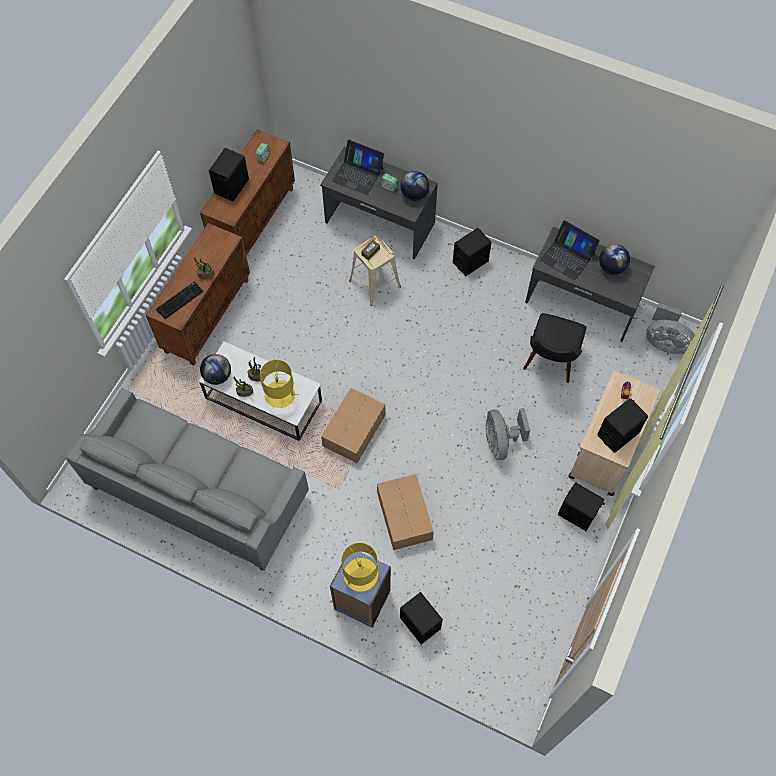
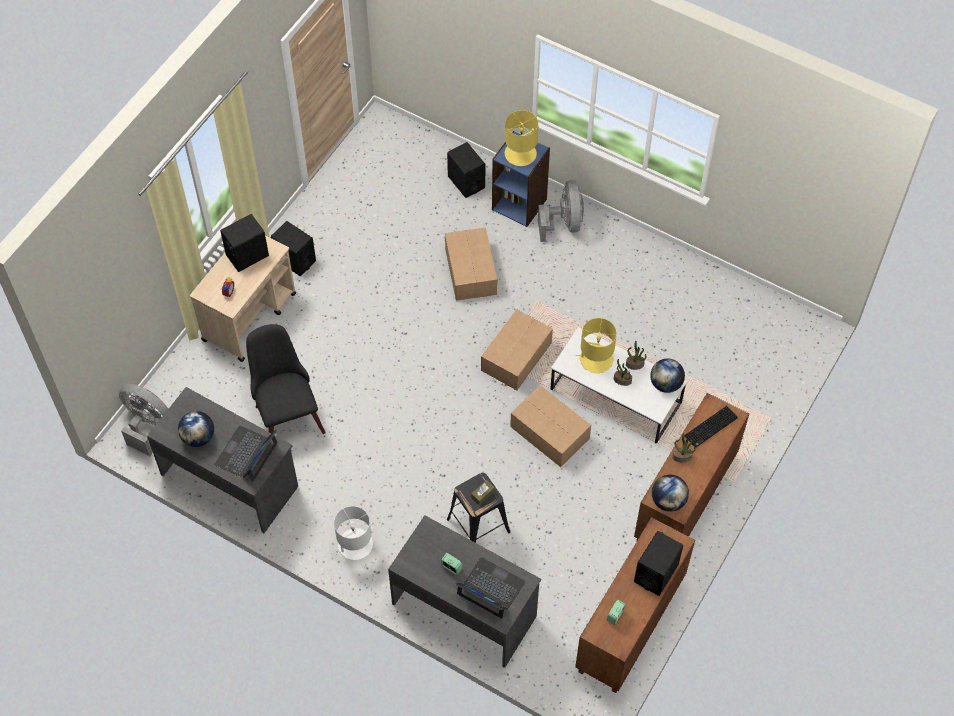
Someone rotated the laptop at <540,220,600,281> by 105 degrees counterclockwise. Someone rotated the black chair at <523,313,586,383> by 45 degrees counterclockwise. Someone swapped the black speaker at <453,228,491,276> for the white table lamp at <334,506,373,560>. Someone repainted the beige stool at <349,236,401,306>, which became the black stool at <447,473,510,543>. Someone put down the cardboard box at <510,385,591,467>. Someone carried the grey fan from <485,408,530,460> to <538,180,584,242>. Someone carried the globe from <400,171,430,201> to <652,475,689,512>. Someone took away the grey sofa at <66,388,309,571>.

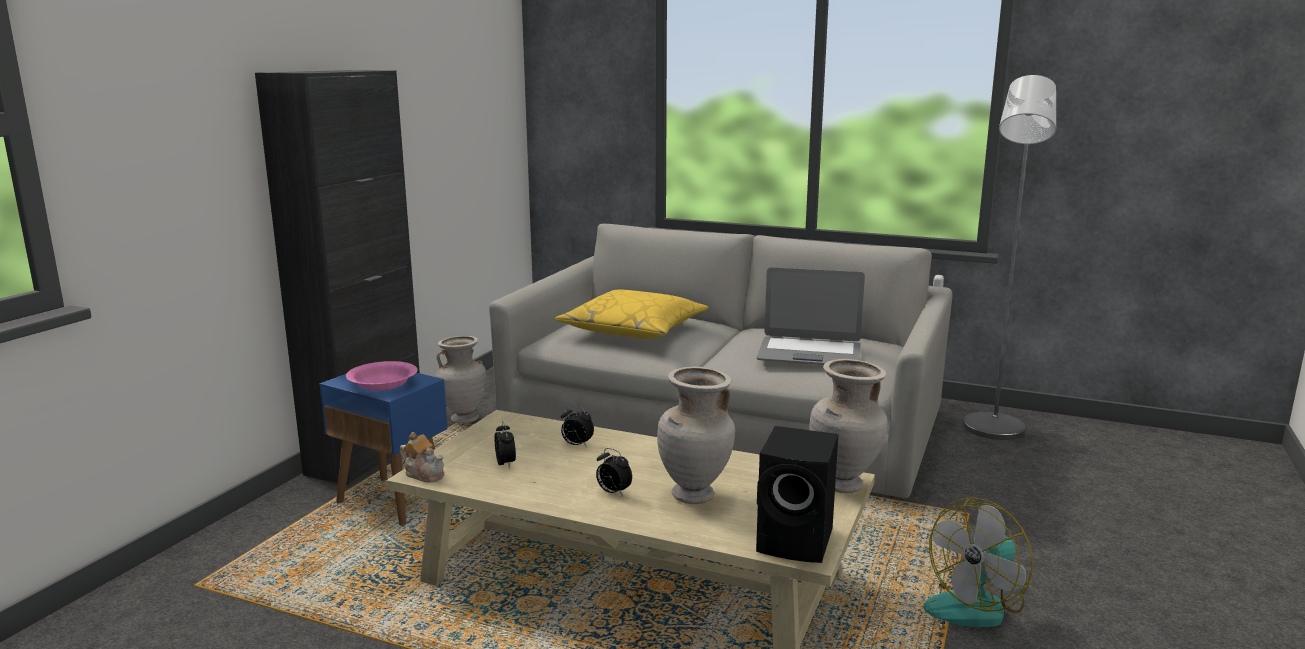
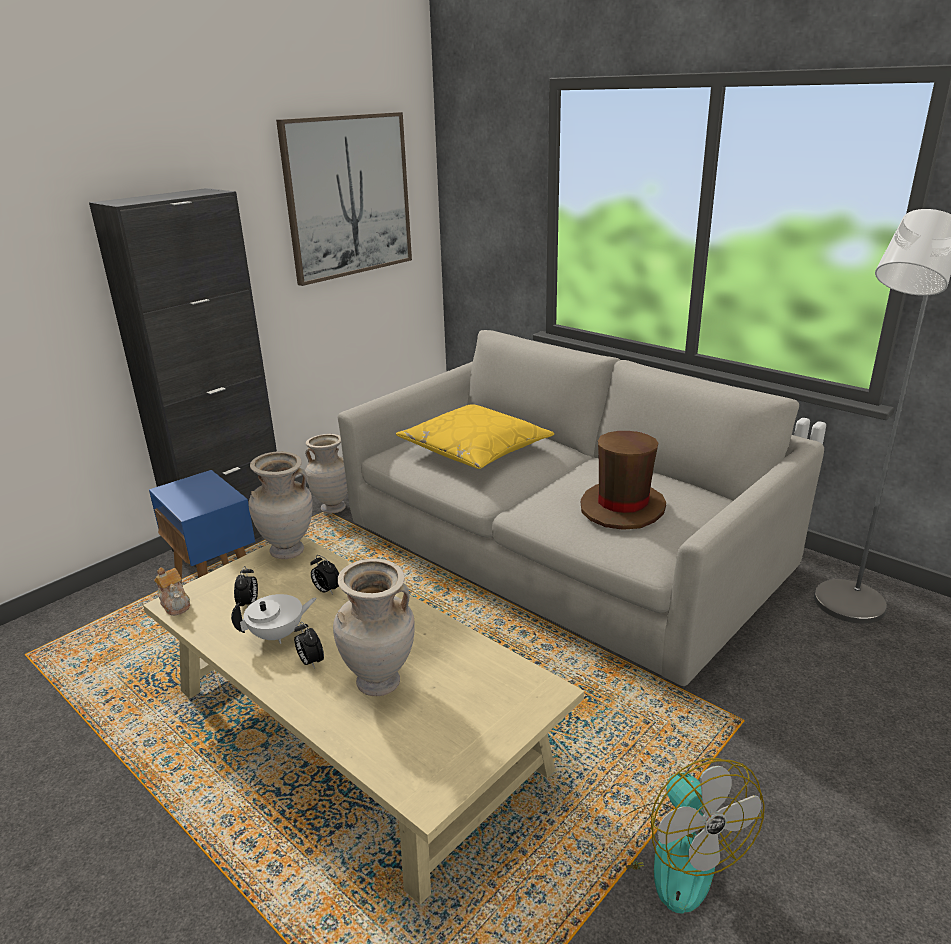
Someone put down the white teapot at <231,594,317,644>. Someone carried the beige vase from <809,359,888,493> to <249,451,313,559>. Someone put up the picture at <276,112,412,286>. Someone swapped the laptop at <757,267,865,365> for the brown hat at <581,431,666,530>. Someone rotated the fan at <923,497,1033,627> by 90 degrees counterclockwise. Someone took away the pink bowl at <346,361,417,391>. Someone took away the black speaker at <756,426,838,563>.

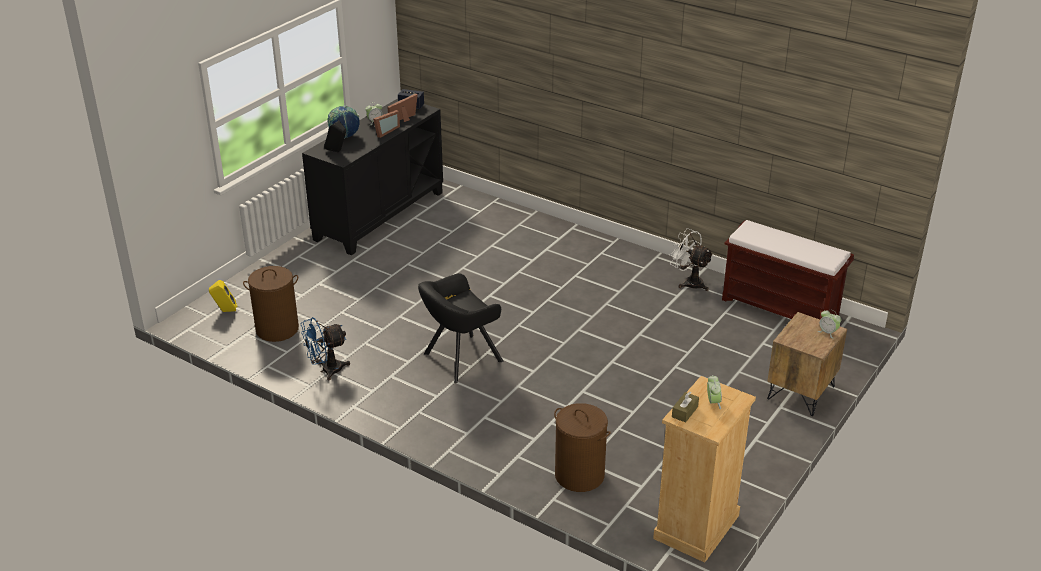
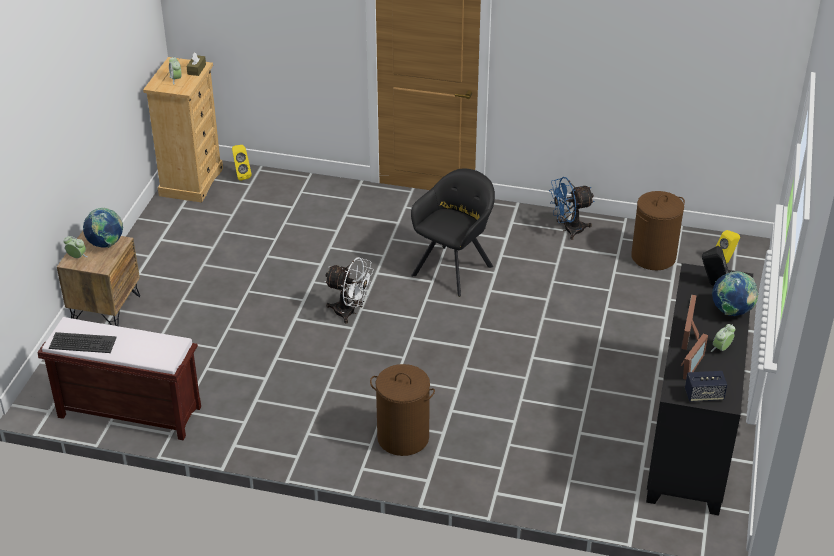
Someone put down the keyboard at <49,332,117,353>. Someone put down the globe at <83,208,123,248>. Someone put down the yellow speaker at <232,145,252,181>. Someone carried the white fan from <670,228,714,291> to <324,257,374,324>. Someone carried the brown laundry basket from <554,403,611,492> to <370,364,435,456>. Someone rotated the blue fan at <301,317,350,380> by 150 degrees counterclockwise.

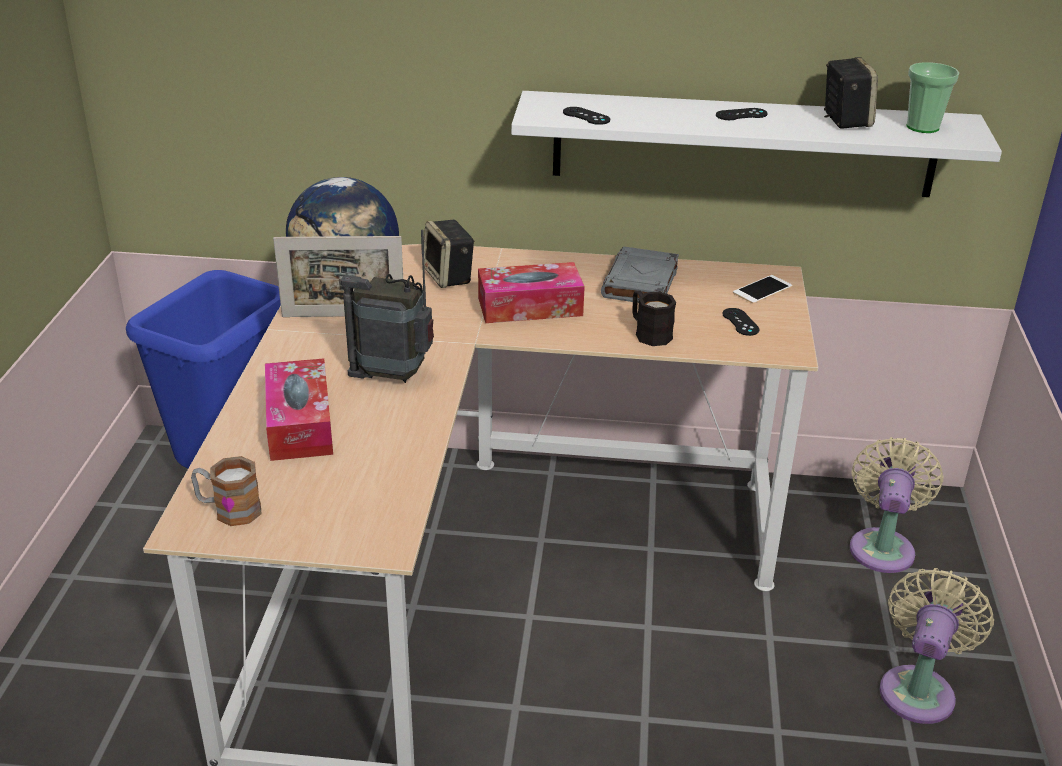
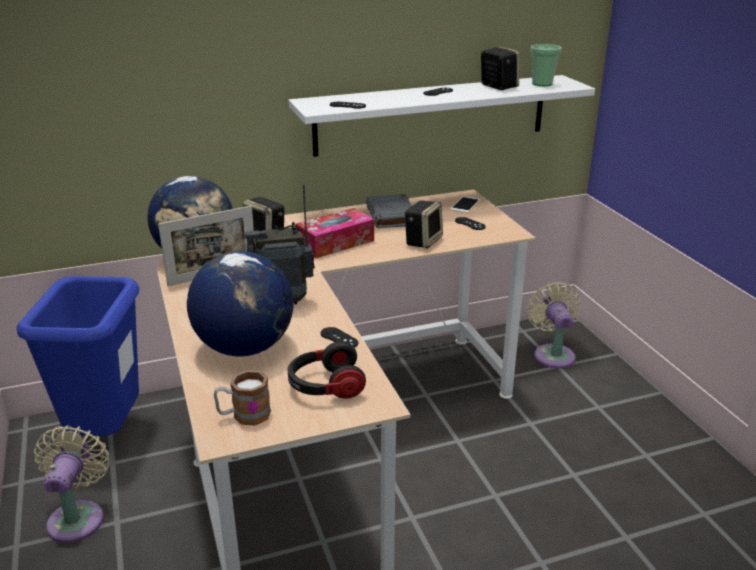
Someone carried the beige fan from <880,568,994,724> to <34,425,110,543>. Someone swapped the tissue box at <265,358,333,461> for the globe at <187,251,293,356>. Someone put down the headphones at <288,341,366,399>. Someone put down the black game controller at <320,327,358,348>. Someone swapped the black mug at <632,290,676,346> for the speaker at <404,200,443,249>.

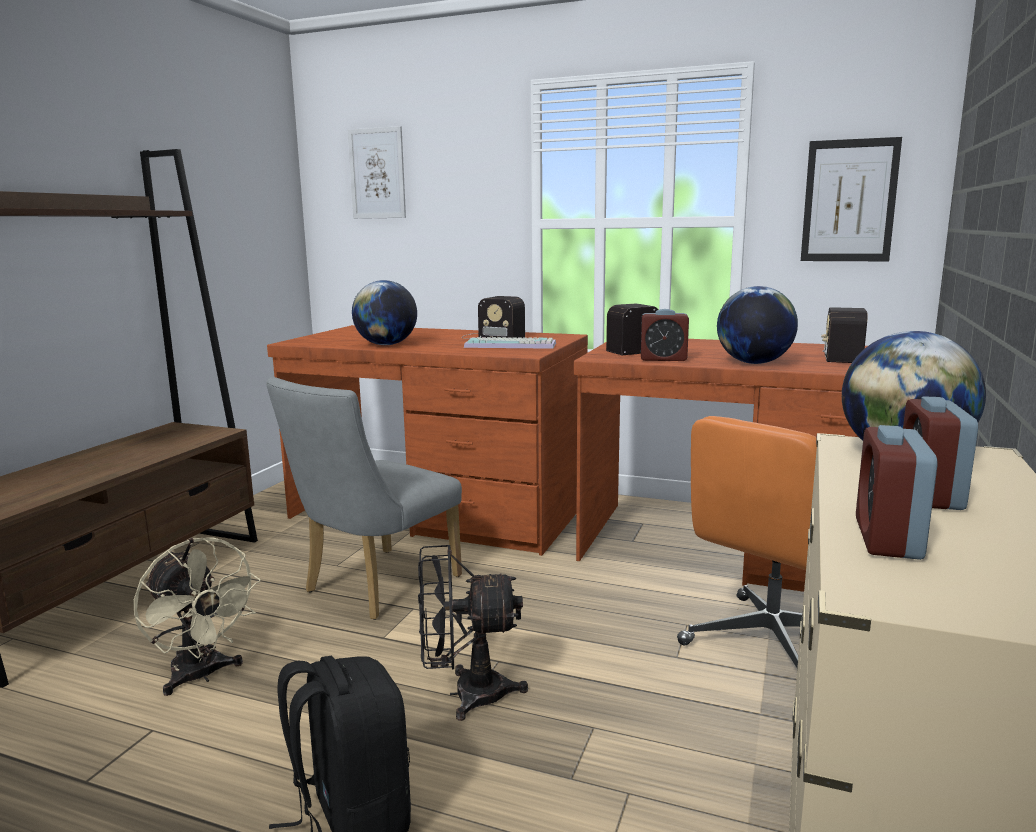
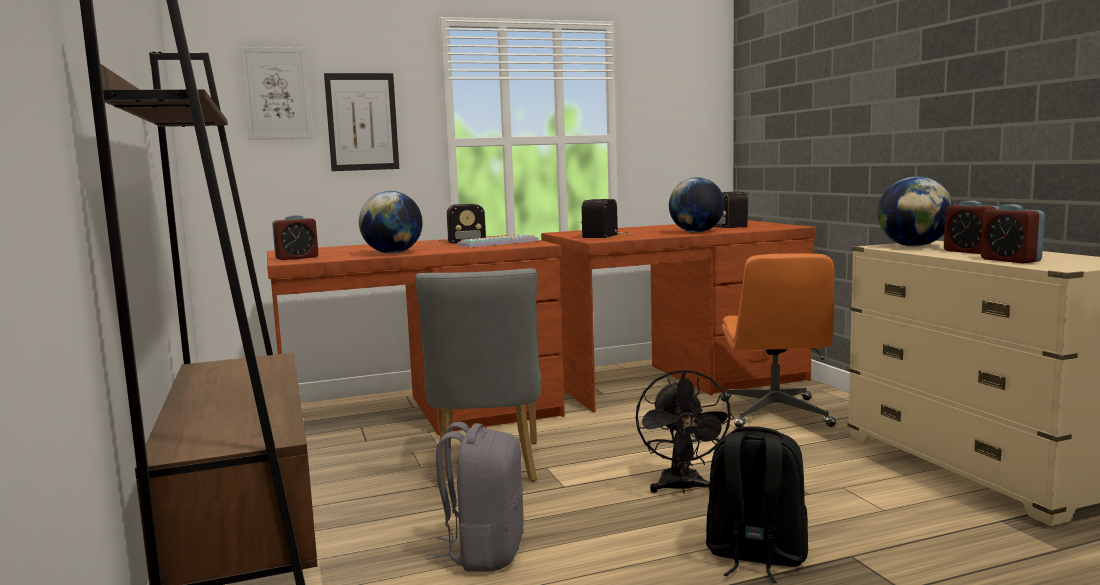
Someone carried the alarm clock from <641,309,689,361> to <272,215,318,260>. Someone carried the picture from <801,137,902,261> to <324,73,399,171>. Someone swapped the beige fan at <134,537,261,696> for the grey backpack at <427,422,524,572>. Someone rotated the black fan at <418,545,528,721> by 45 degrees counterclockwise.

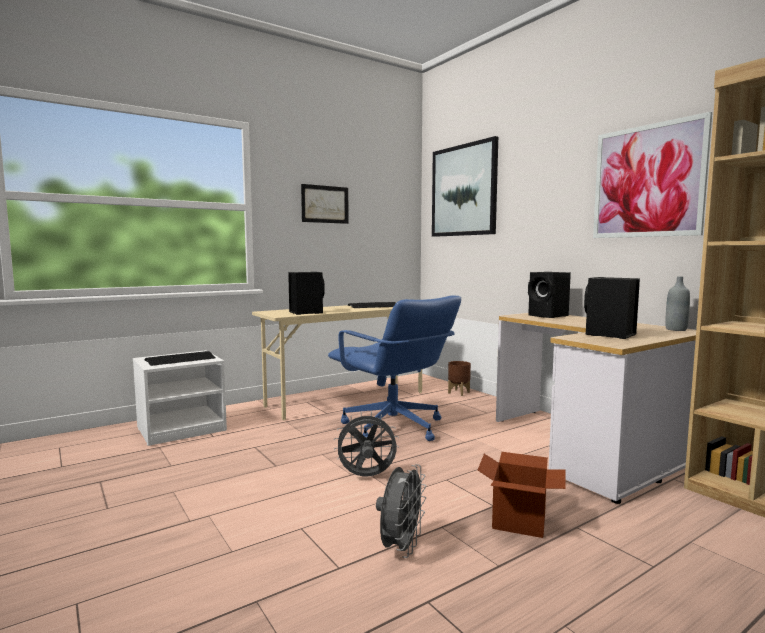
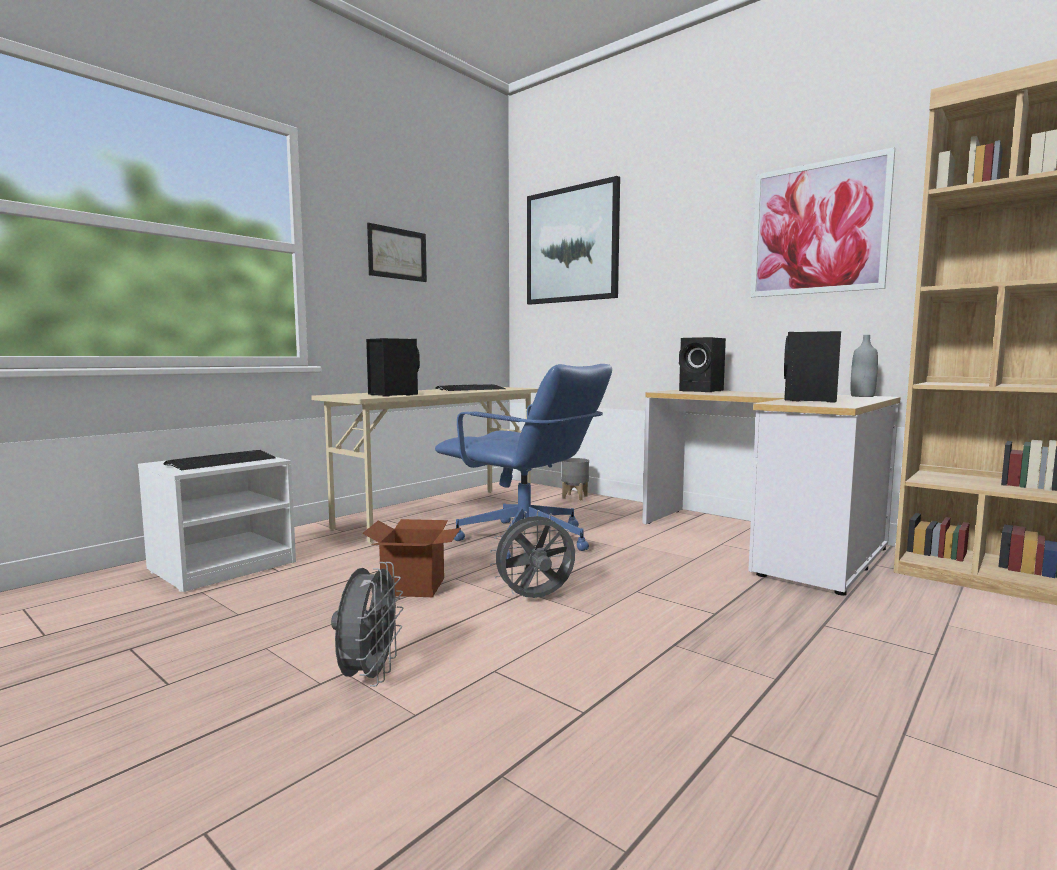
Someone carried the grey fan from <376,464,426,558> to <331,562,403,687>. Someone carried the cardboard box from <478,452,566,538> to <362,519,461,597>. Someone repainted the brown planter at <448,361,471,396>, which became the grey planter at <561,458,589,500>.

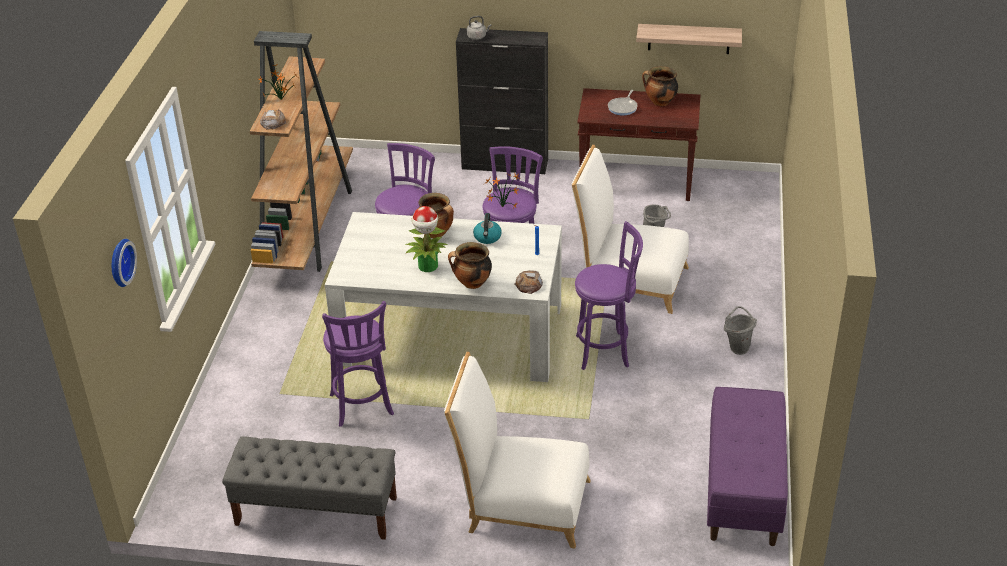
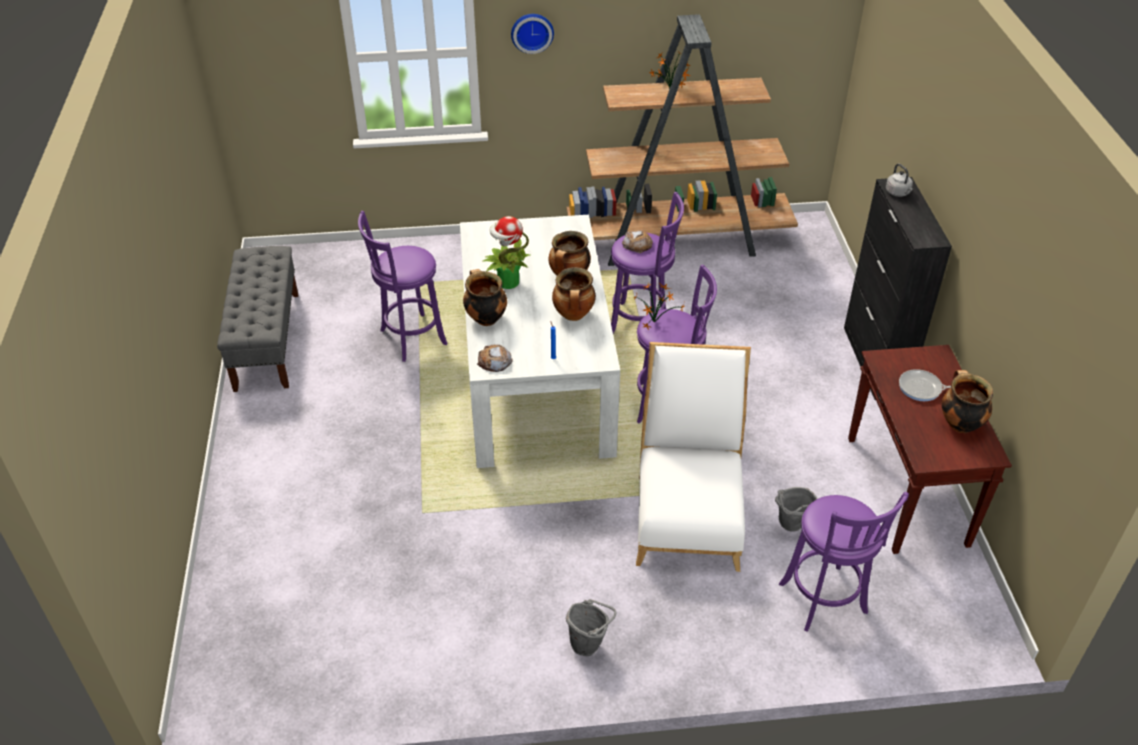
Someone carried the wall clock from <112,239,137,287> to <511,14,554,54>. Someone swapped the kettle at <473,213,502,244> for the cooking pot at <552,267,596,321>. Someone carried the bread from <260,109,287,129> to <622,230,653,253>. Someone carried the purple stool from <575,221,643,370> to <779,492,909,632>. Someone took away the white chair at <444,352,591,549>. Someone took away the shelf at <636,24,742,54>. Someone took away the purple bench at <707,387,788,546>.

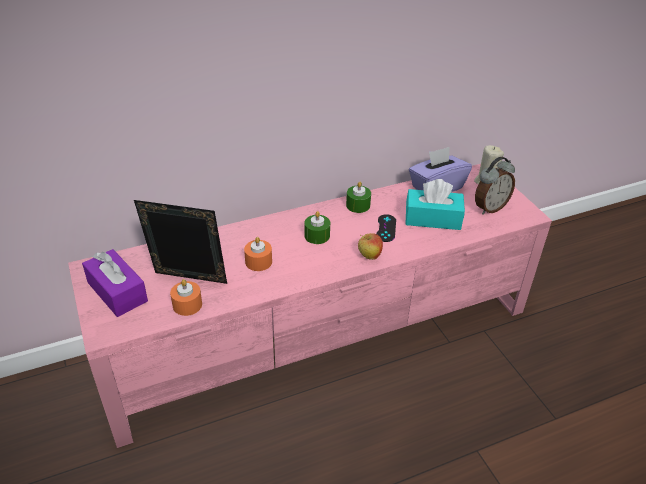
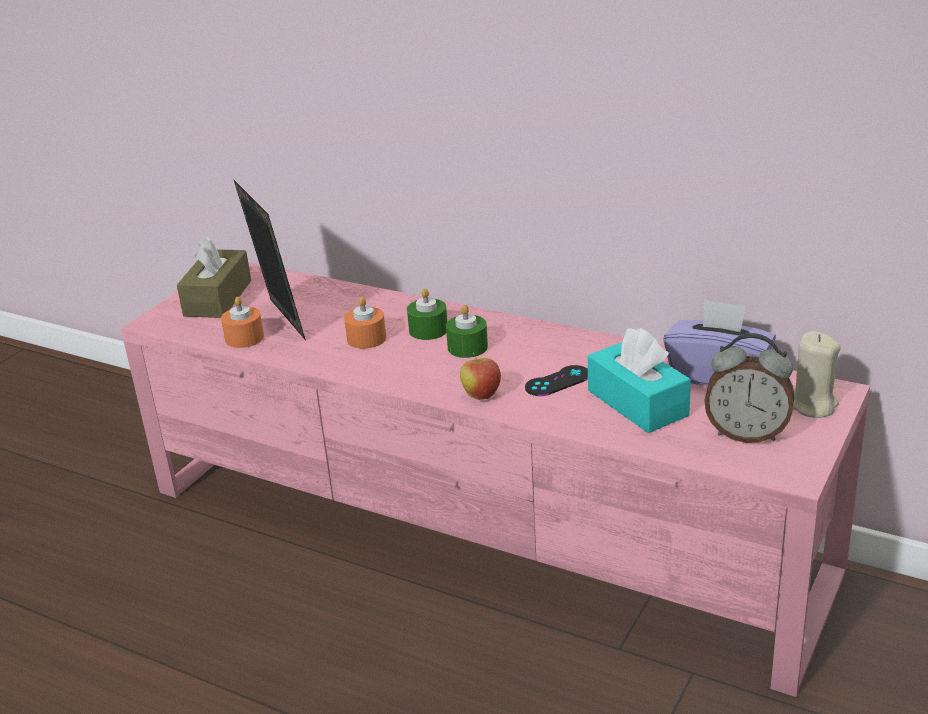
Someone repainted the purple tissue box at <82,249,148,317>, which became the brown tissue box at <177,234,251,318>. Someone carried the green candle from <346,182,371,213> to <407,288,447,340>.

